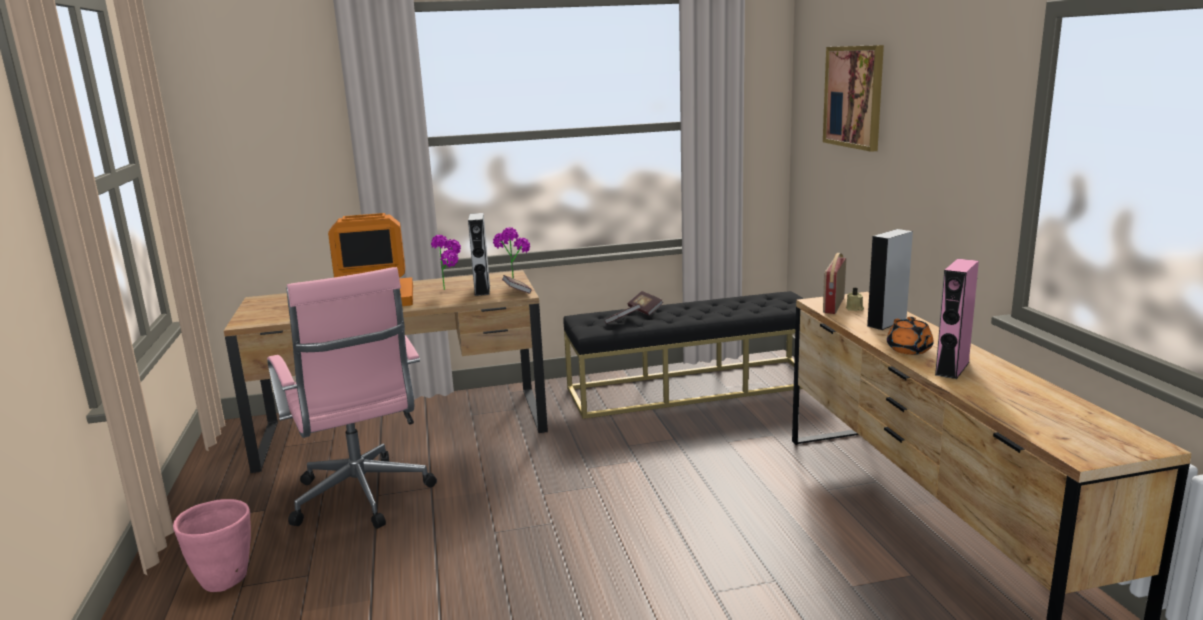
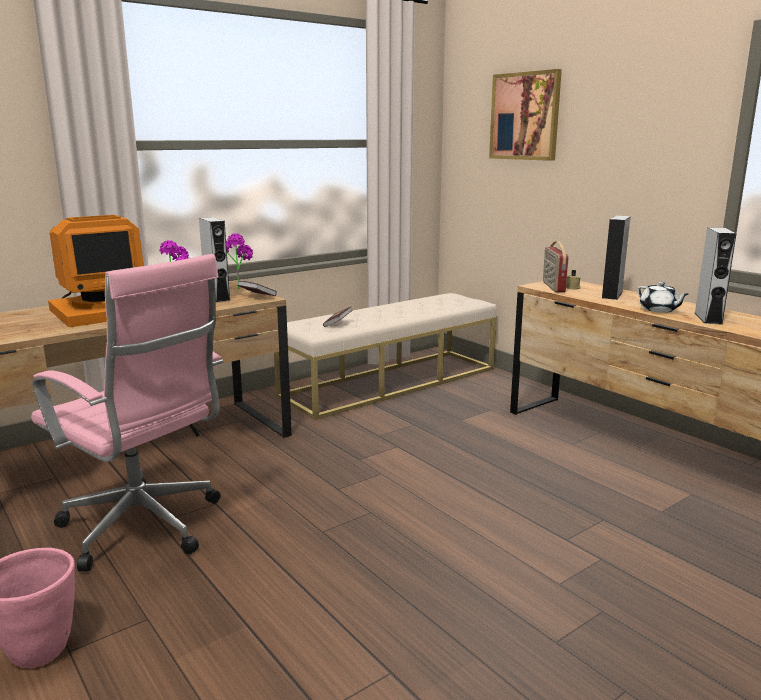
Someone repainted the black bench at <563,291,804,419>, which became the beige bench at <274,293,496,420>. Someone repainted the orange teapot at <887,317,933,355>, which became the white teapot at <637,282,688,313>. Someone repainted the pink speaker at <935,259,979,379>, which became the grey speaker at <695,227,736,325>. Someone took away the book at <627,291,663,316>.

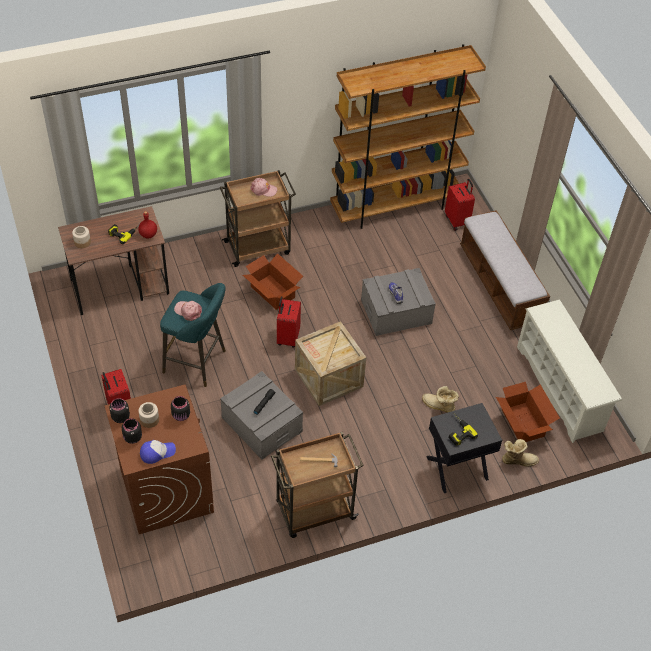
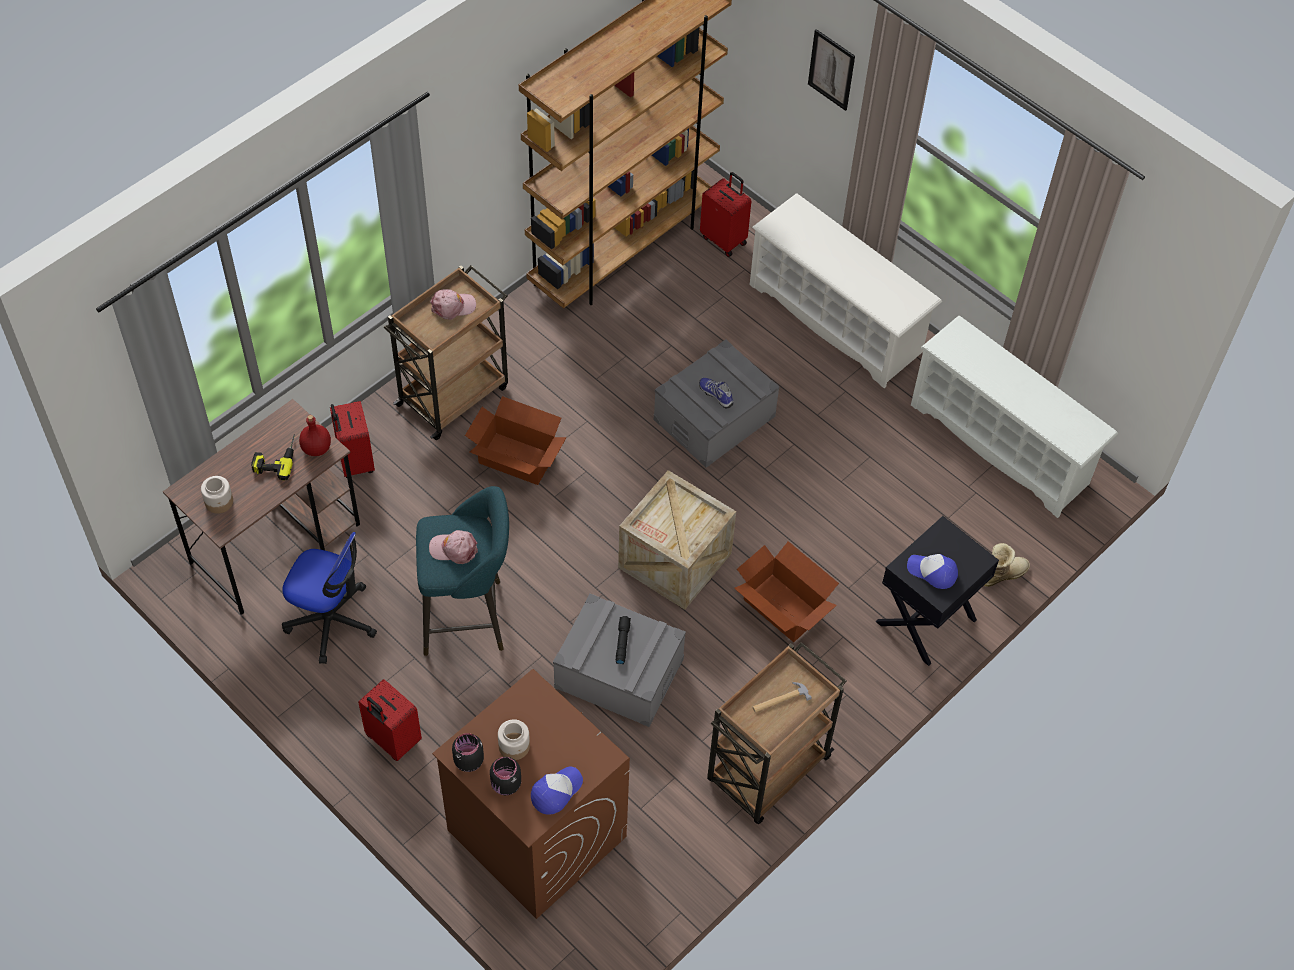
Someone put down the office chair at <282,532,377,664>. Someone carried the red suitcase from <277,296,301,348> to <330,401,375,478>. Someone carried the cardboard box from <496,382,560,442> to <734,541,839,642>. Someone swapped the bench at <460,210,550,330> for the white shoe rack at <750,194,942,388>. Someone put up the picture at <808,29,855,111>. Someone swapped the power drill at <449,413,478,446> for the cap at <907,554,958,589>. Someone took away the black jar at <171,396,190,421>. Someone took away the boot at <422,386,459,413>.

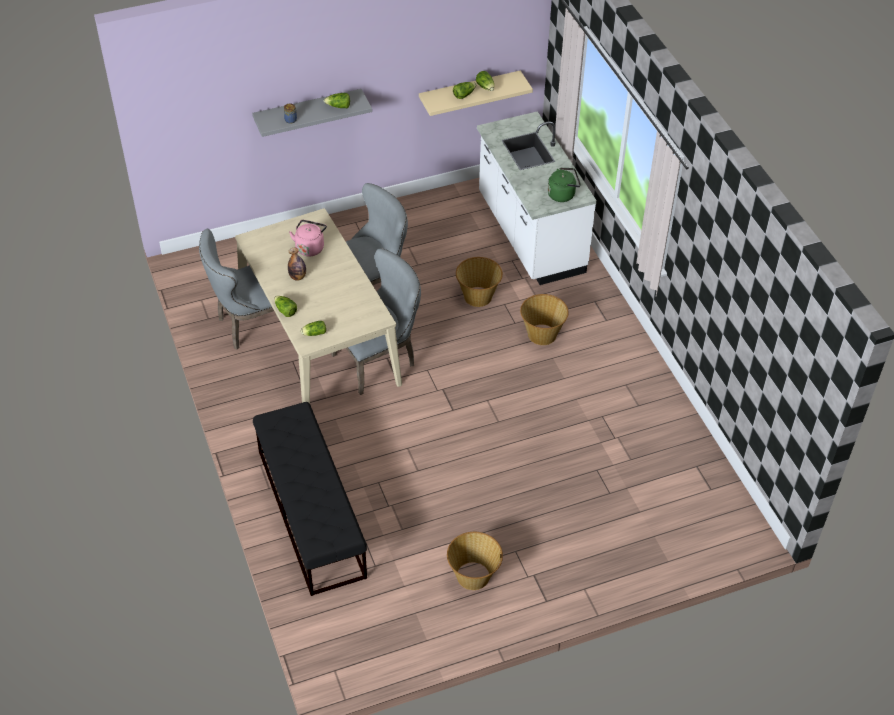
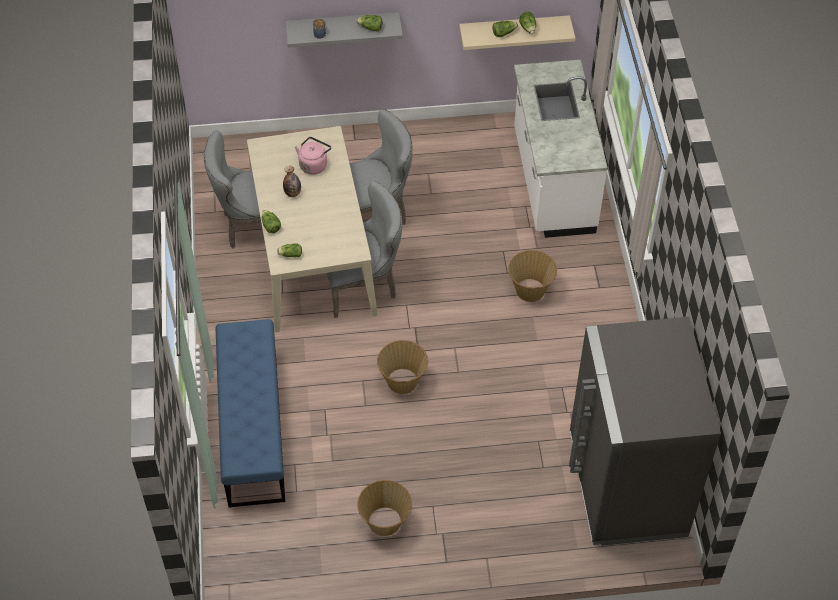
Someone repainted the black bench at <253,402,367,596>, which became the blue bench at <215,319,285,508>. Someone carried the basket from <456,257,503,307> to <377,340,428,394>. Someone put down the grey fridge at <569,317,721,546>. Someone took away the green kettle at <548,167,581,202>.

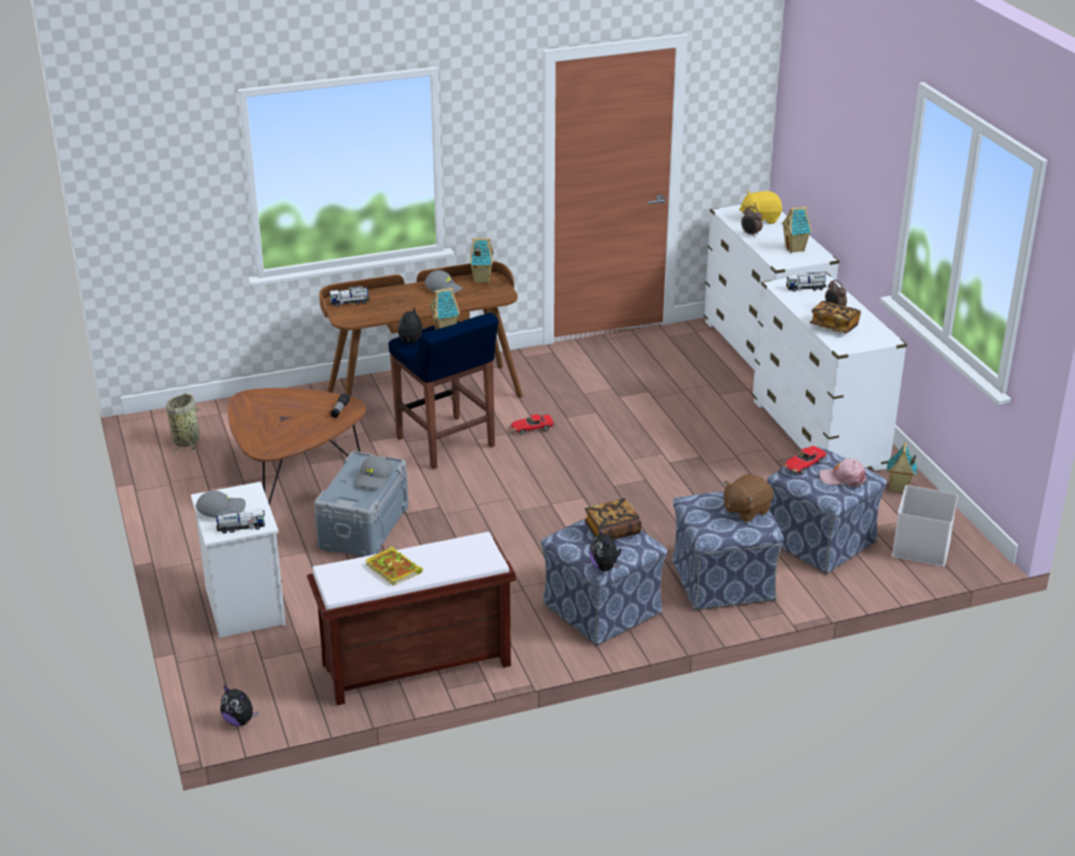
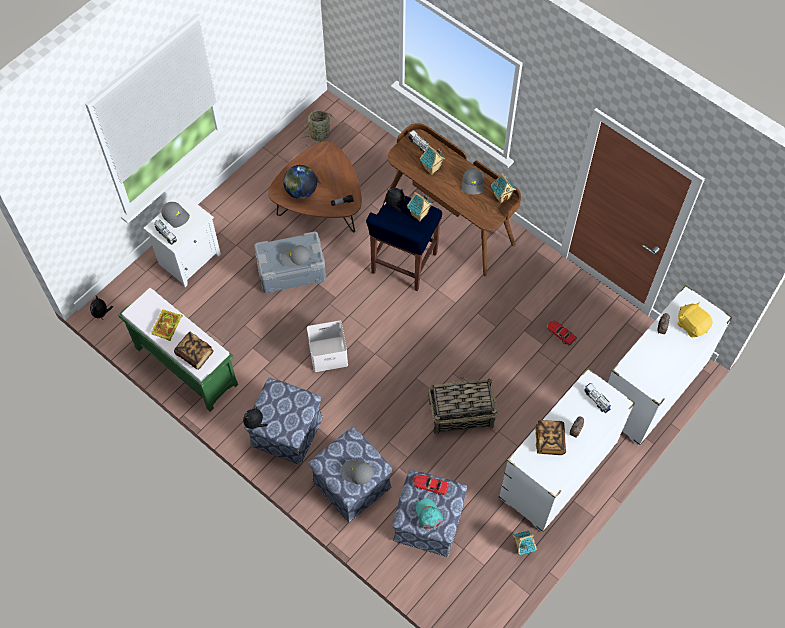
Someone repainted the brown bench at <307,532,516,705>, which became the green bench at <118,287,238,412>. Someone carried the book from <584,498,642,540> to <174,332,214,370>. Someone put down the globe at <283,165,317,199>. Someone carried the white storage box from <892,485,958,566> to <307,321,348,372>. Someone swapped the brown plush toy at <723,474,774,522> for the grey cap at <341,460,374,485>. Someone repainted the pink cap at <819,458,867,487>, which became the turquoise cap at <416,498,443,530>. Someone carried the toy house from <782,207,812,253> to <420,145,445,175>. Someone put down the basket at <428,377,498,435>. Someone carried the toy car from <510,414,555,435> to <546,320,577,346>.

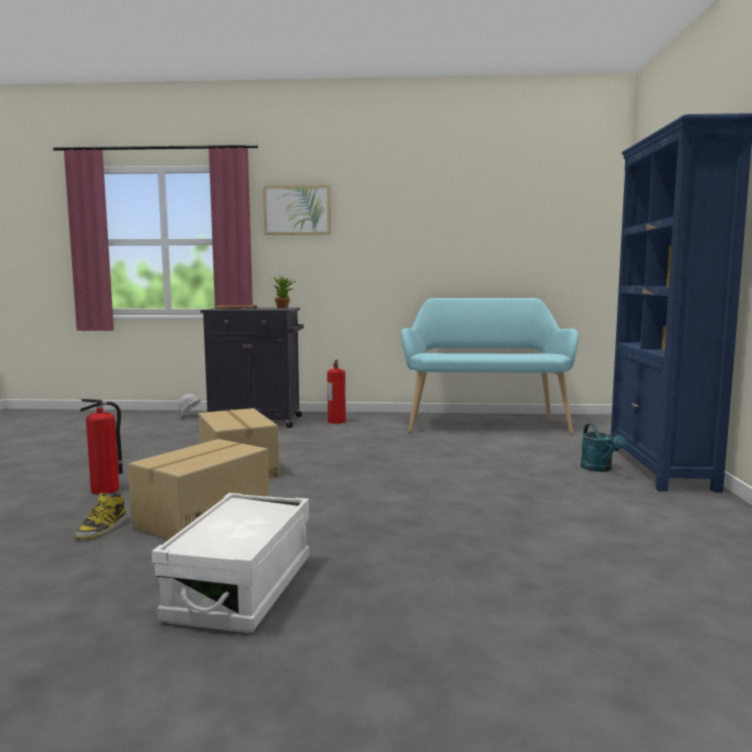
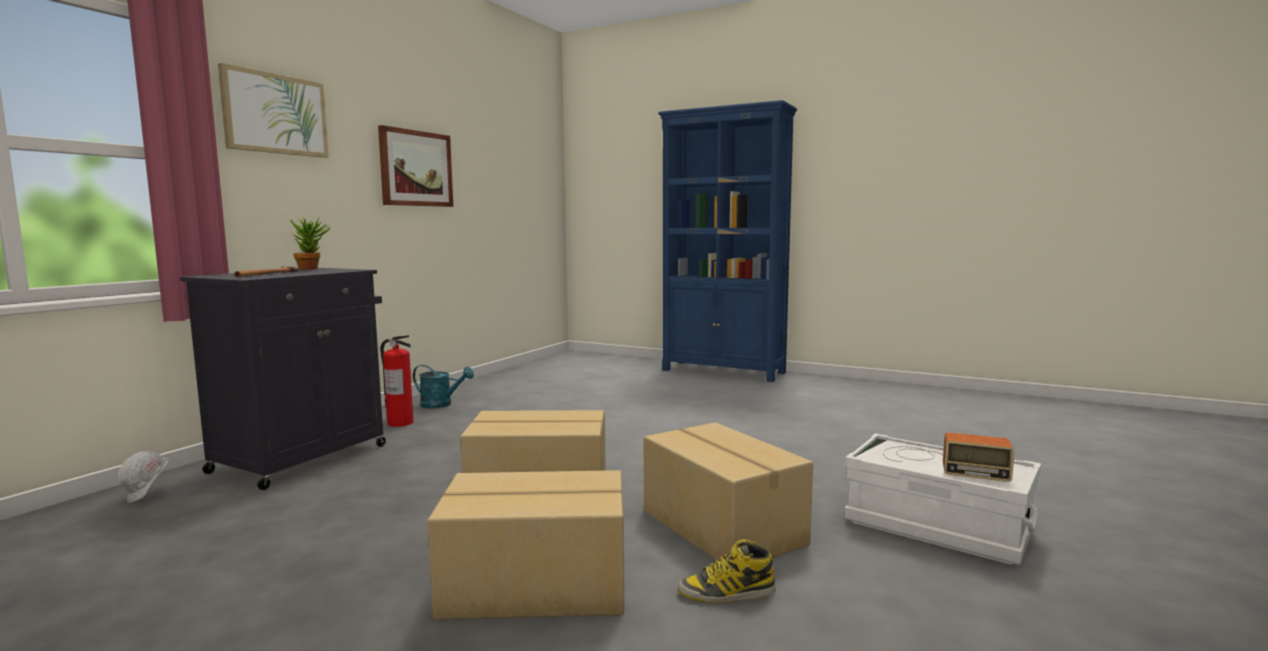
Someone put up the picture at <378,125,453,207>. Someone carried the turquoise watering can from <581,424,626,472> to <413,365,474,409>. Someone swapped the fire extinguisher at <80,399,123,495> for the cardboard box at <427,470,624,620>. Someone rotated the boot at <74,493,127,539> by 135 degrees clockwise. Someone put down the radio at <883,432,1014,482>. Someone took away the turquoise bench at <401,298,578,434>.

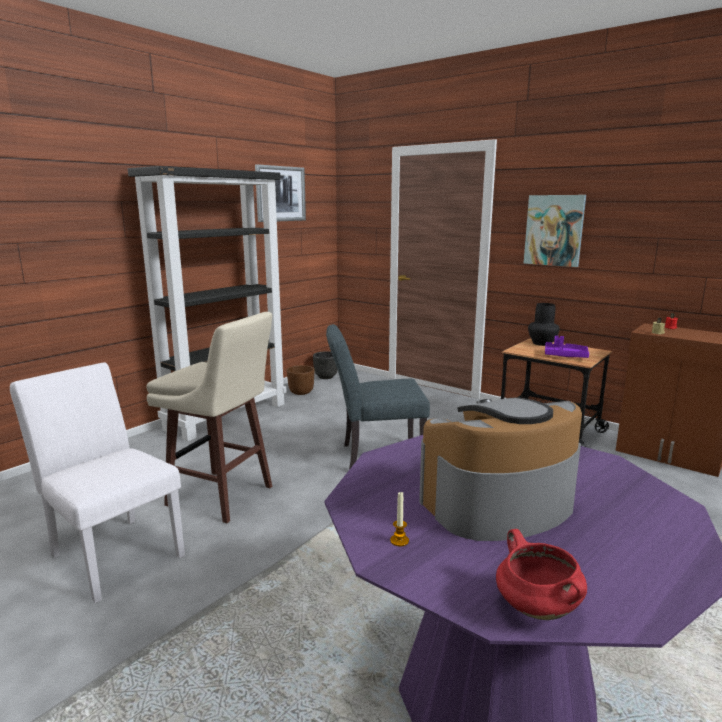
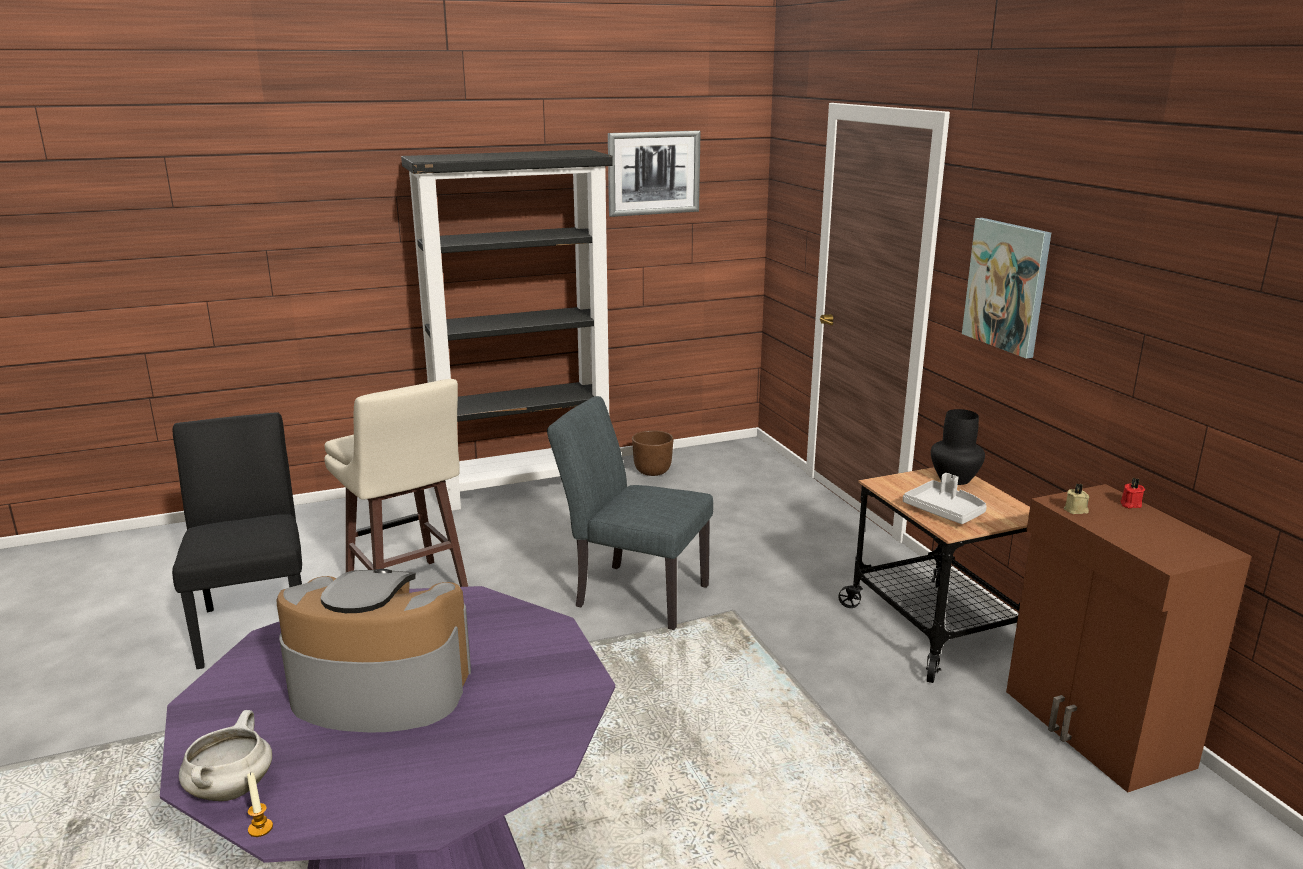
Someone repainted the white chair at <10,363,185,603>, which became the black chair at <172,412,302,669>. Someone repainted the red cooking pot at <496,529,587,620>, which became the white cooking pot at <179,710,272,801>. Someone carried the candle from <390,491,409,547> to <247,772,273,837>. Someone repainted the purple tray at <545,336,589,358>, which became the grey tray at <903,473,987,524>. Someone took away the black planter at <313,351,338,379>.

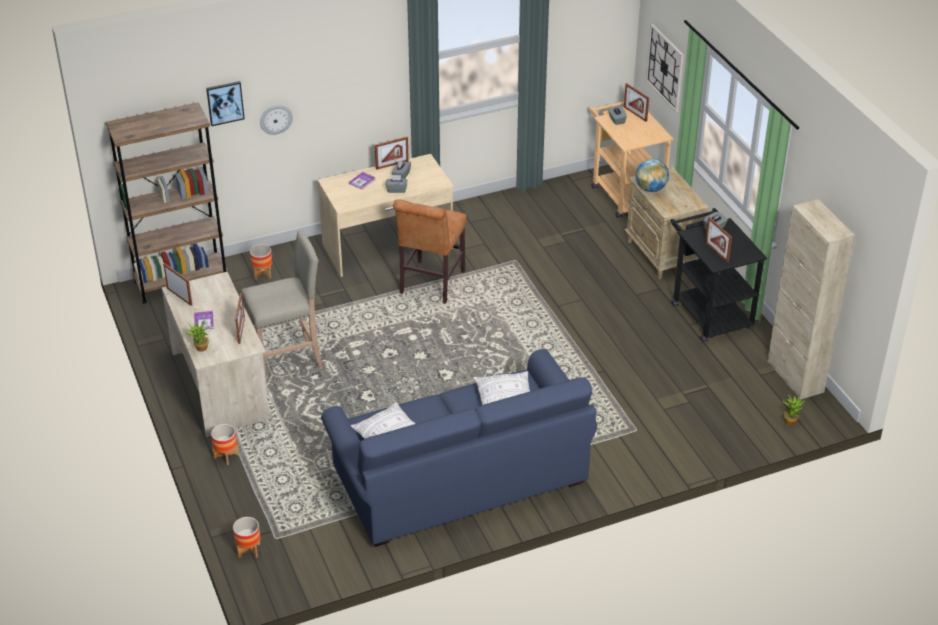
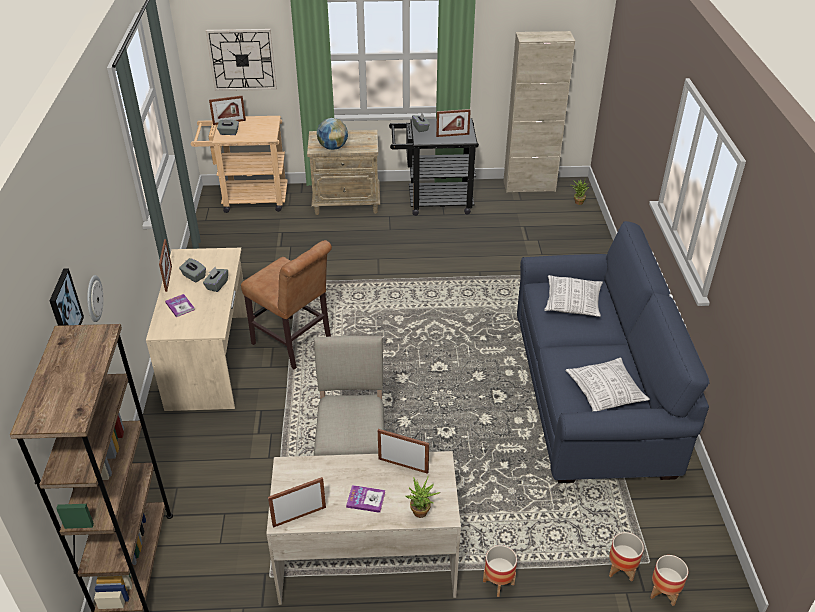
Someone carried the planter from <250,244,272,279> to <609,532,644,582>.

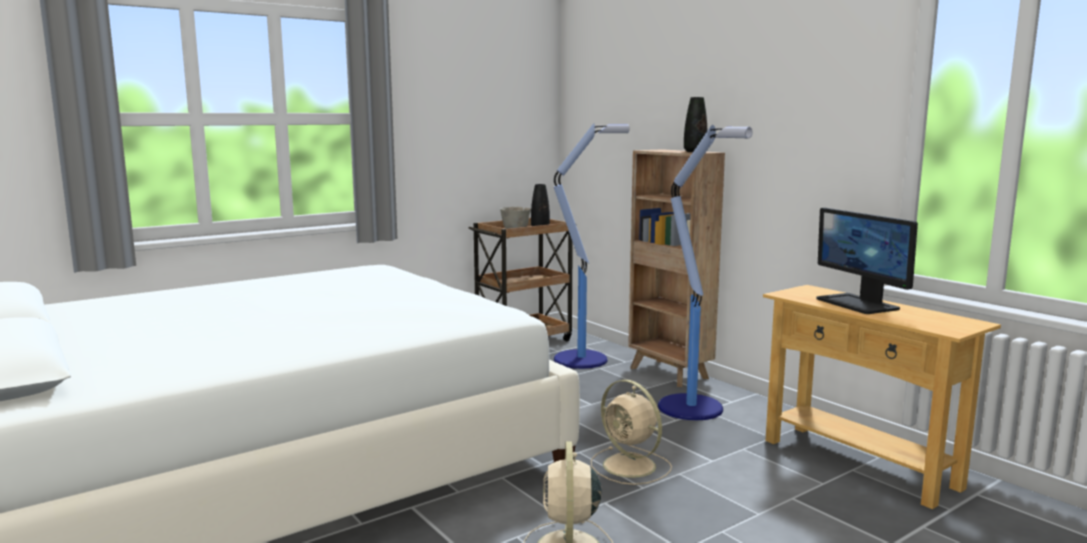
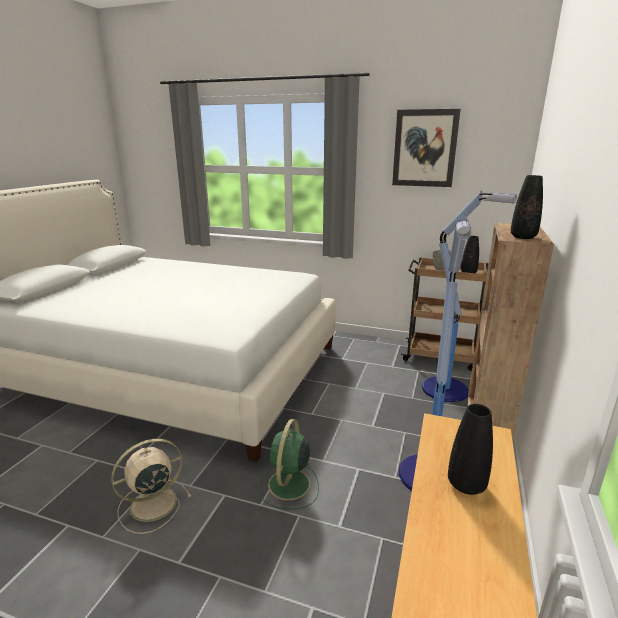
Someone repainted the beige fan at <591,379,672,485>, which became the green fan at <258,419,319,510>. Someone put up the picture at <392,109,461,187>. Someone swapped the monitor at <816,208,918,314> for the black vase at <448,404,493,495>.

